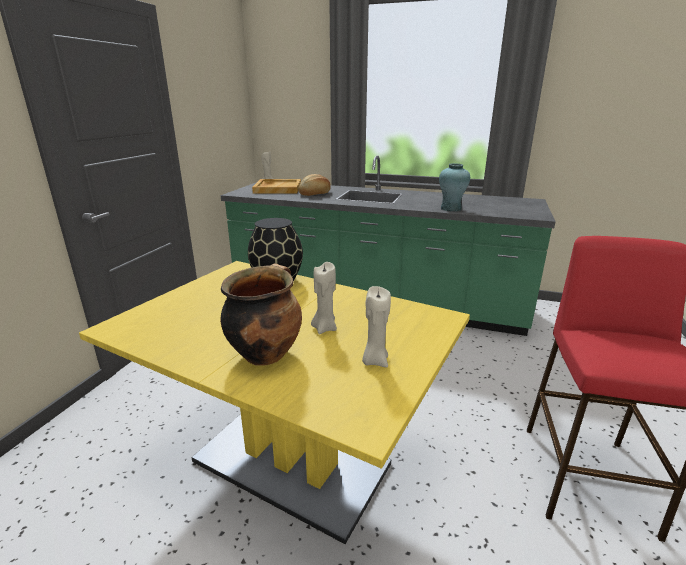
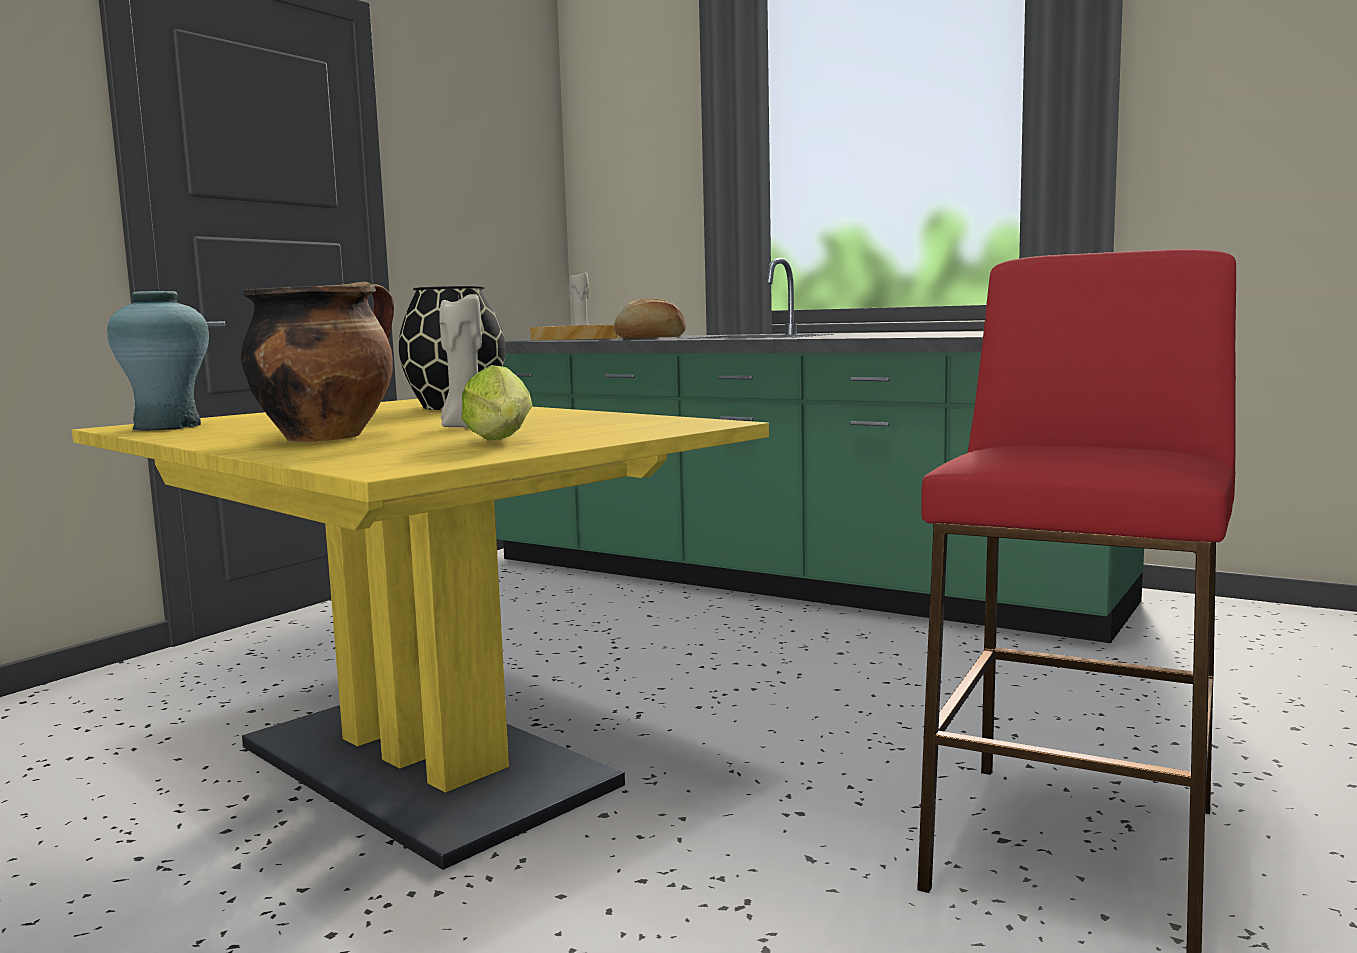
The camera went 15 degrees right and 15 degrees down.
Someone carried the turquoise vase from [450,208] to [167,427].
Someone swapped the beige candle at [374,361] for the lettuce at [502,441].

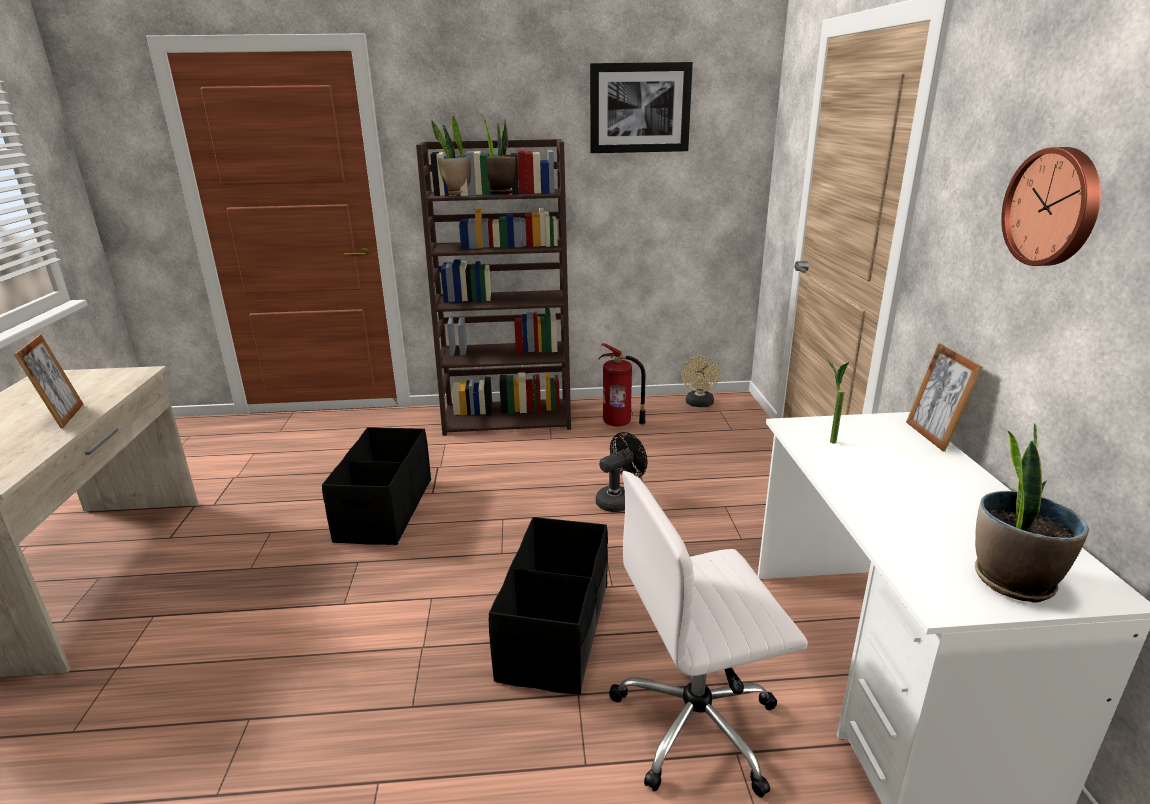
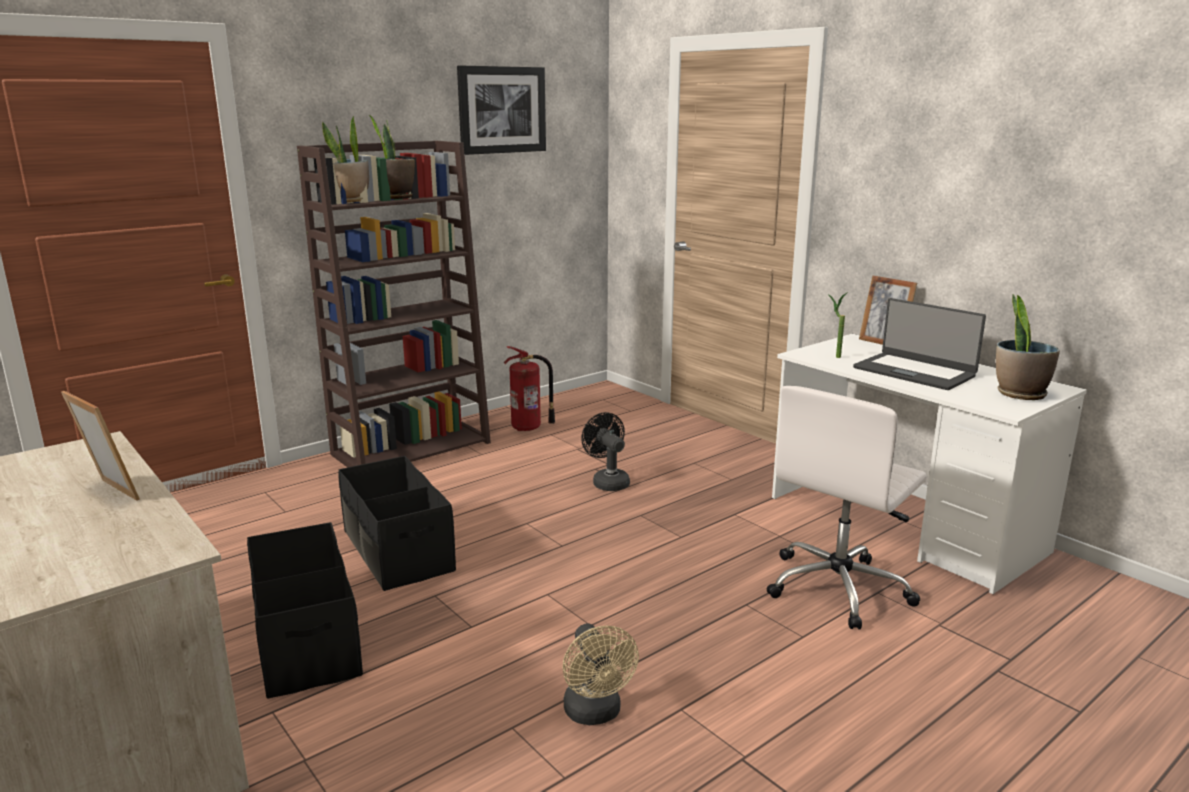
The camera went 35 degrees left and 5 degrees down.
Someone took away the wall clock at [1054,207].
Someone put down the laptop at [914,372].
Someone carried the black storage box from [556,631] to [308,640].
Someone carried the beige fan from [699,404] to [595,714].
Someone rotated the black fan at [619,500] by 45 degrees counterclockwise.

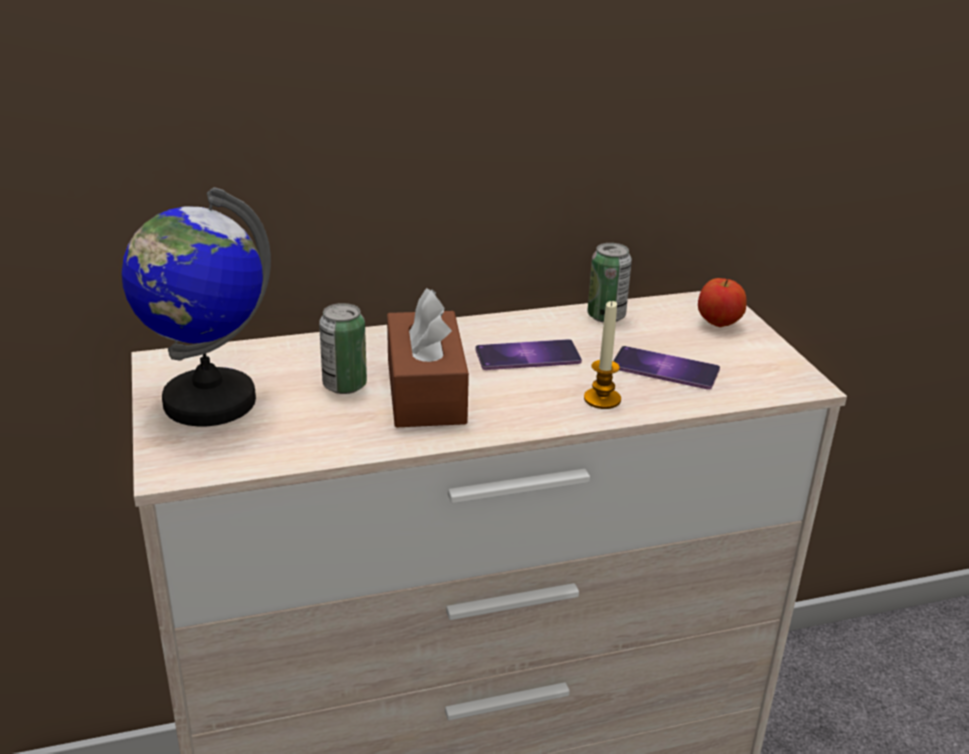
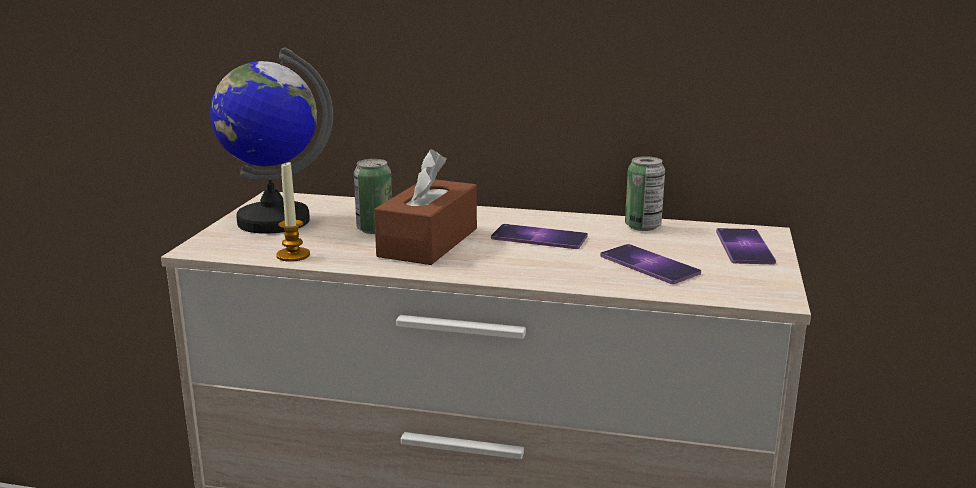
The camera went 30 degrees right and 10 degrees down.
Someone carried the candle from [602,399] to [293,255].
Someone swapped the apple at [718,323] for the phone at [744,247].

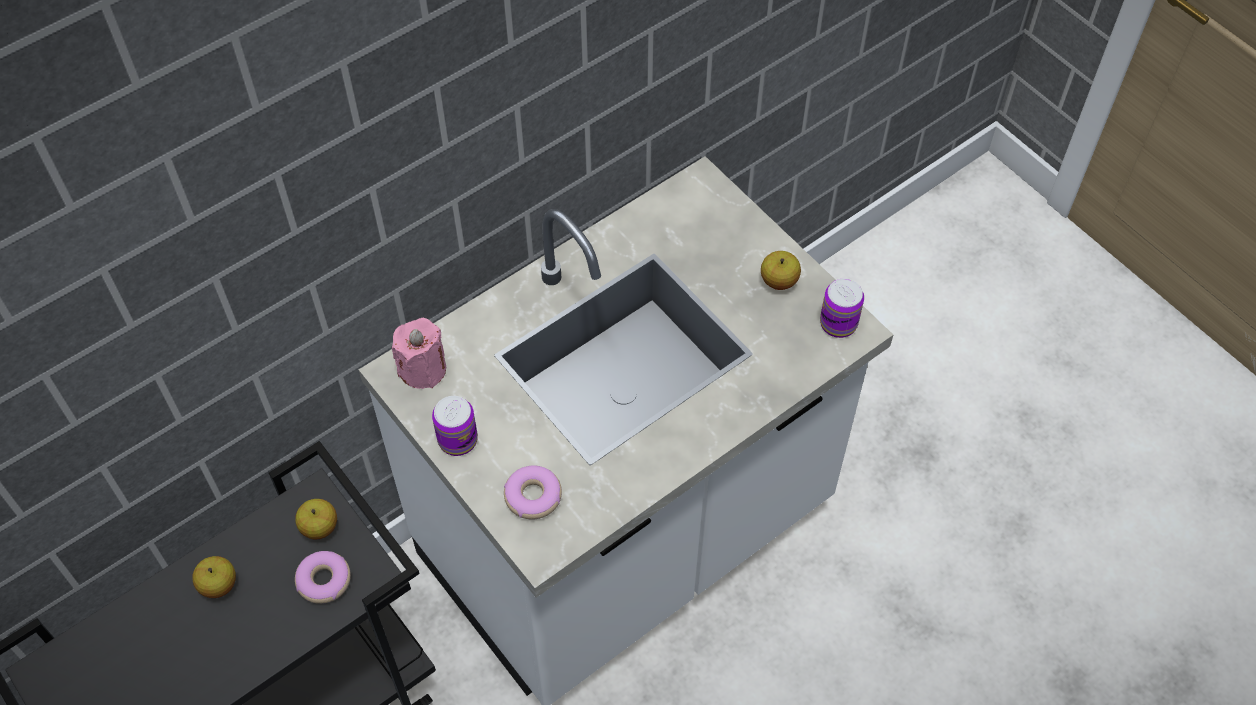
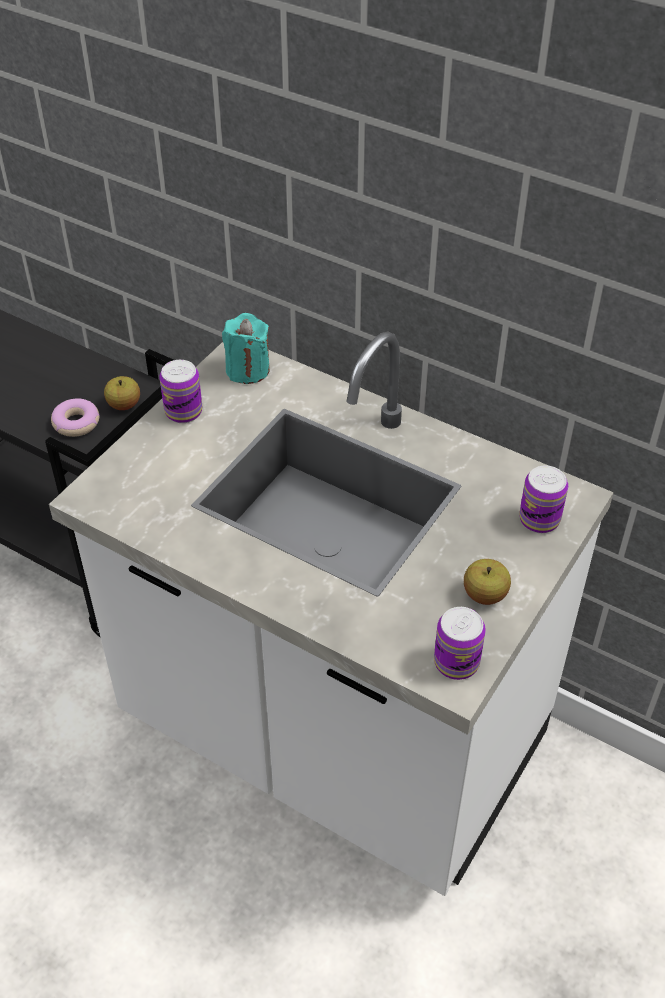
The camera went 70 degrees right and 10 degrees down.
Someone took away the apple at [218,585].
Someone took away the donut at [533,496].
Someone put down the can at [539,519].
Someone repainted the pink candle at [423,369], which became the turquoise candle at [247,370].

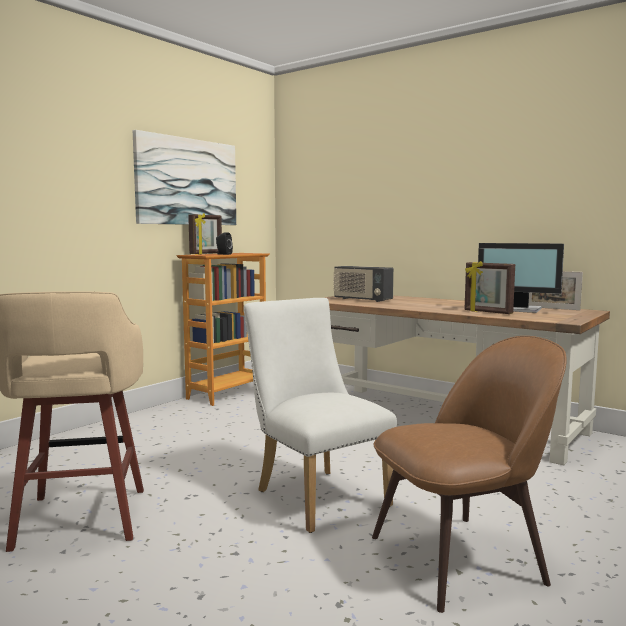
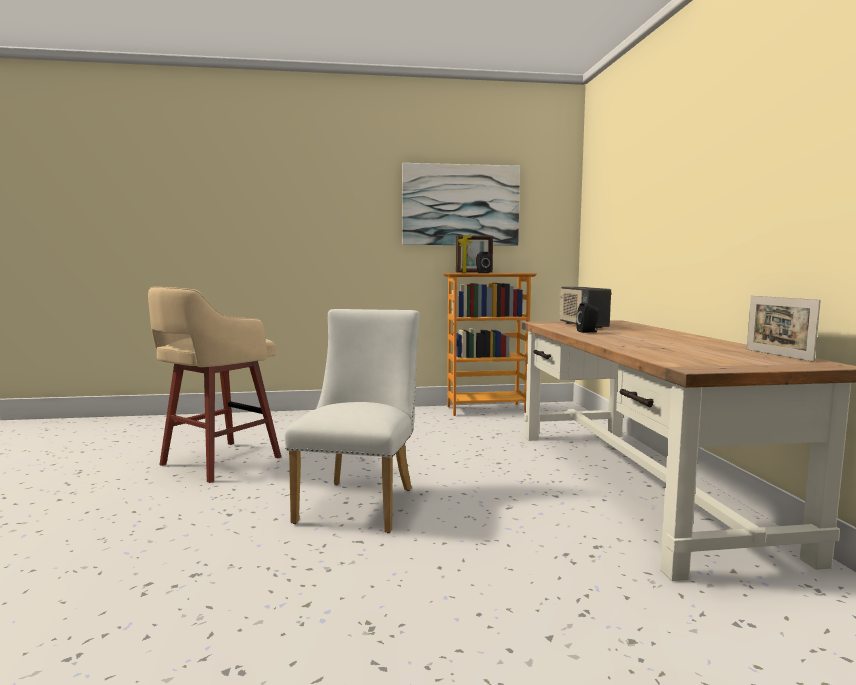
The camera went 45 degrees right and 0 degrees up.
Someone took away the brown chair at [462,557].
Someone took away the picture frame at [487,312].
Someone took away the monitor at [520,309].
Someone put down the black speaker at [588,332].

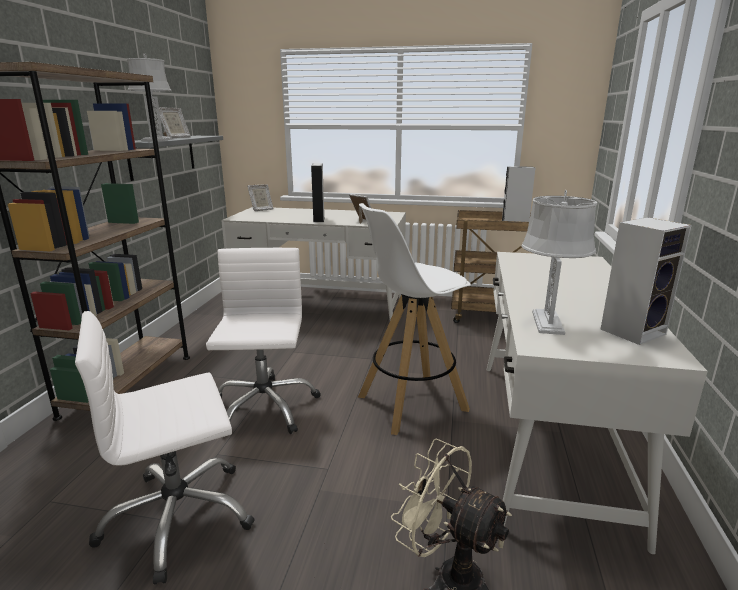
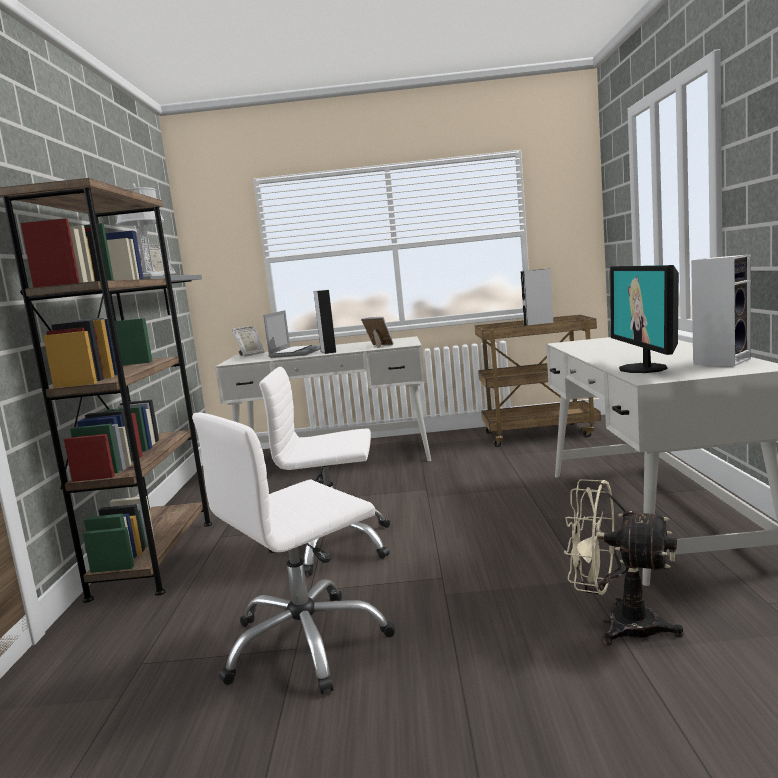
The camera went 10 degrees left and 10 degrees down.
Someone took away the white stool at [410,403].
Someone put down the laptop at [296,353].
Someone swapped the grey table lamp at [548,323] for the monitor at [644,368].
Someone rotated the white office chair at [264,407] by 75 degrees counterclockwise.

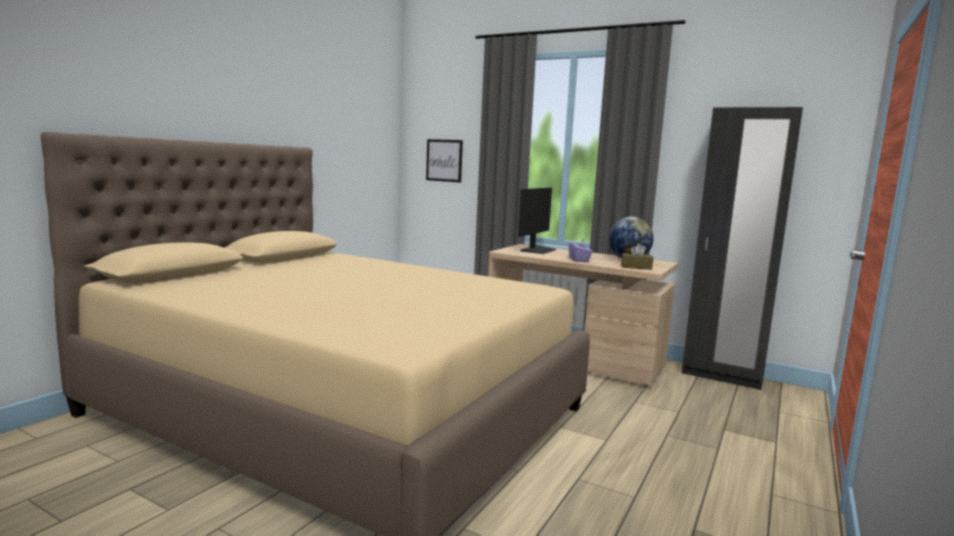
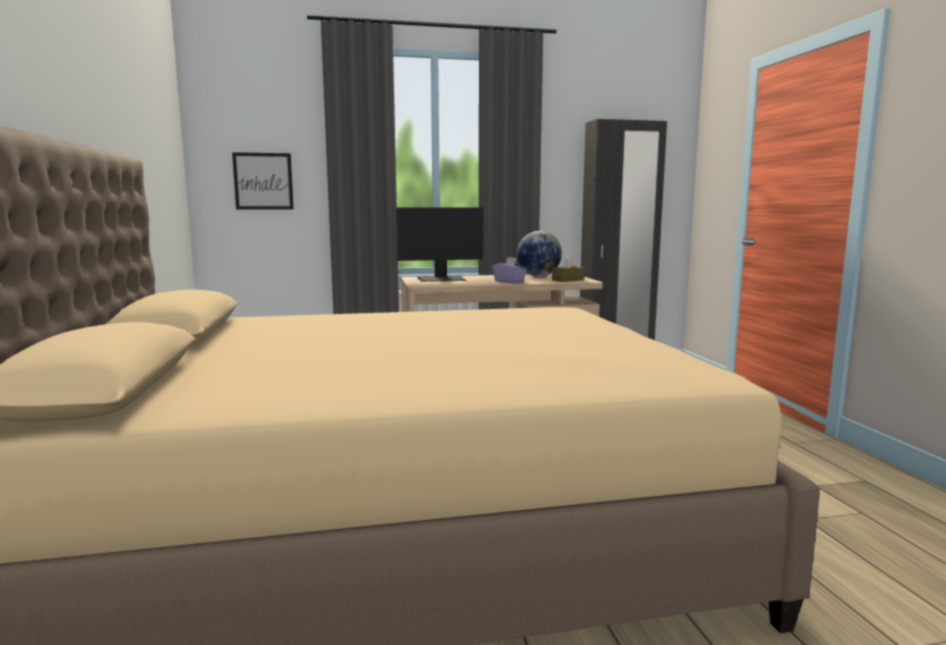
The camera went 40 degrees left and 0 degrees up.
Someone rotated the monitor at [538,250] by 90 degrees clockwise.

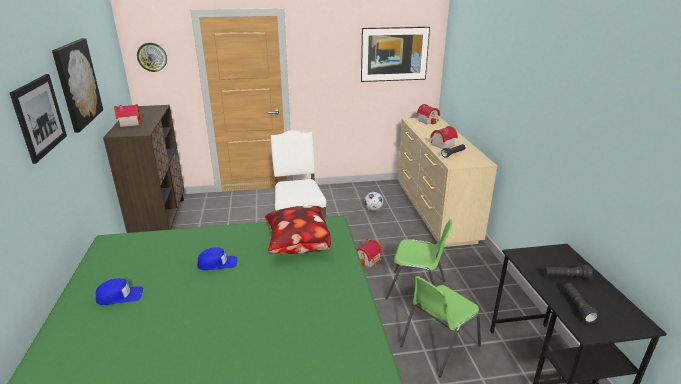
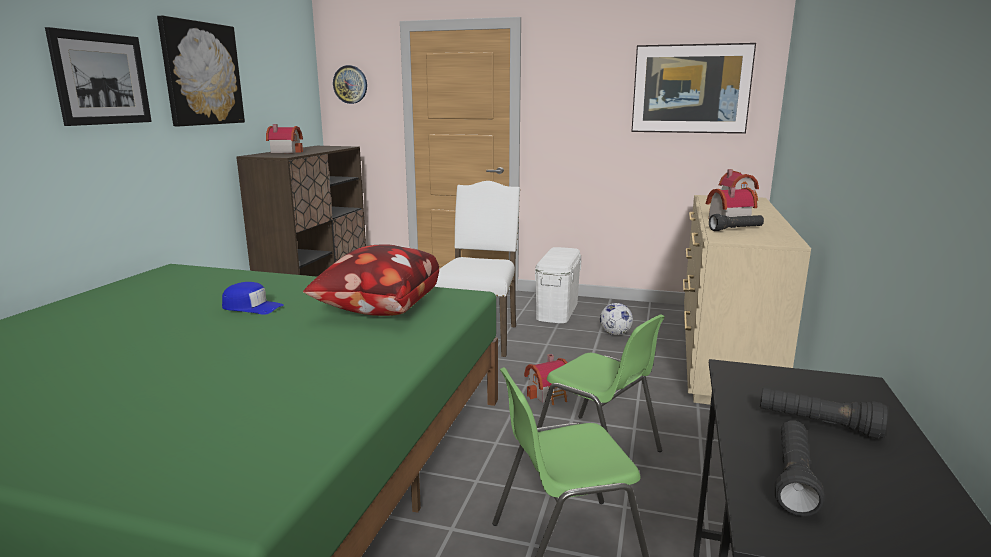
The camera went 25 degrees right and 10 degrees down.
Someone took away the blue cap at [120,296].
Someone put down the white storage box at [557,310].

